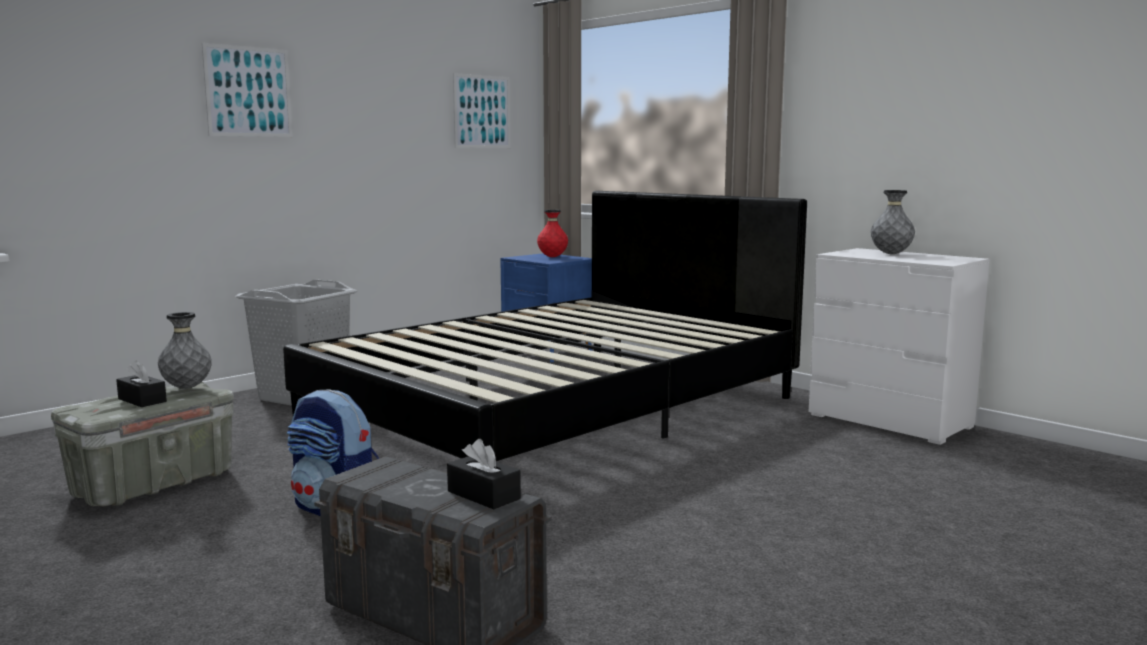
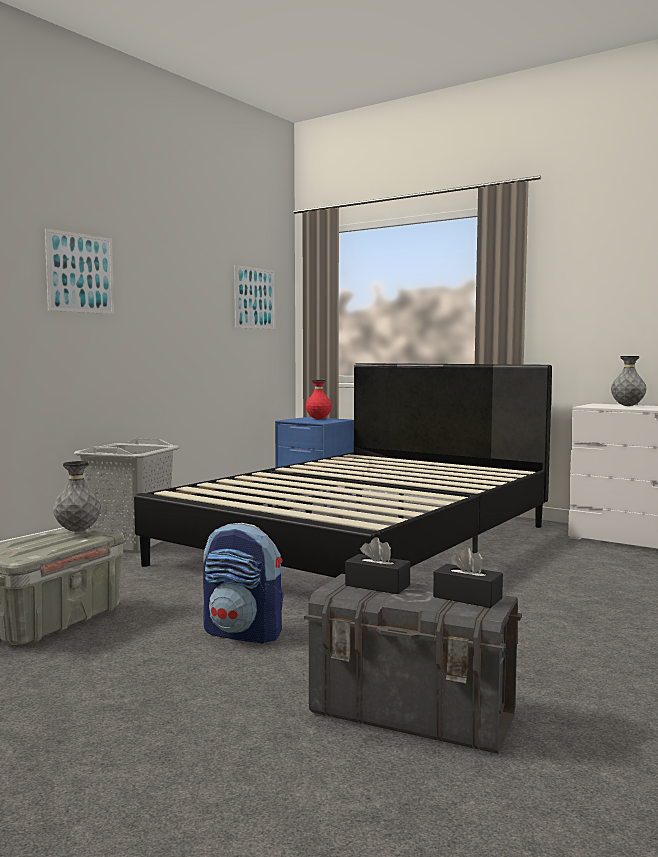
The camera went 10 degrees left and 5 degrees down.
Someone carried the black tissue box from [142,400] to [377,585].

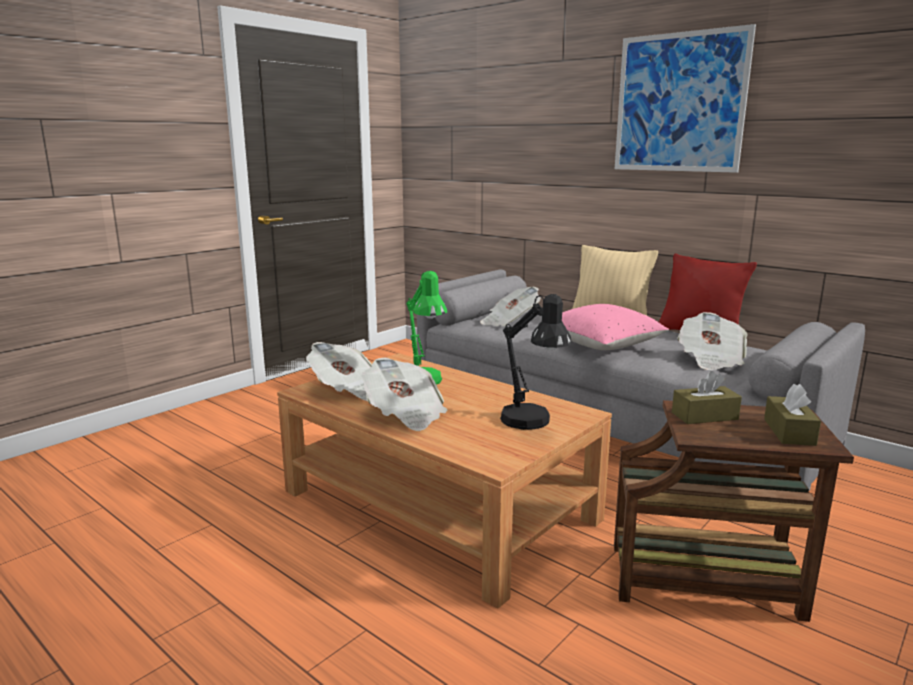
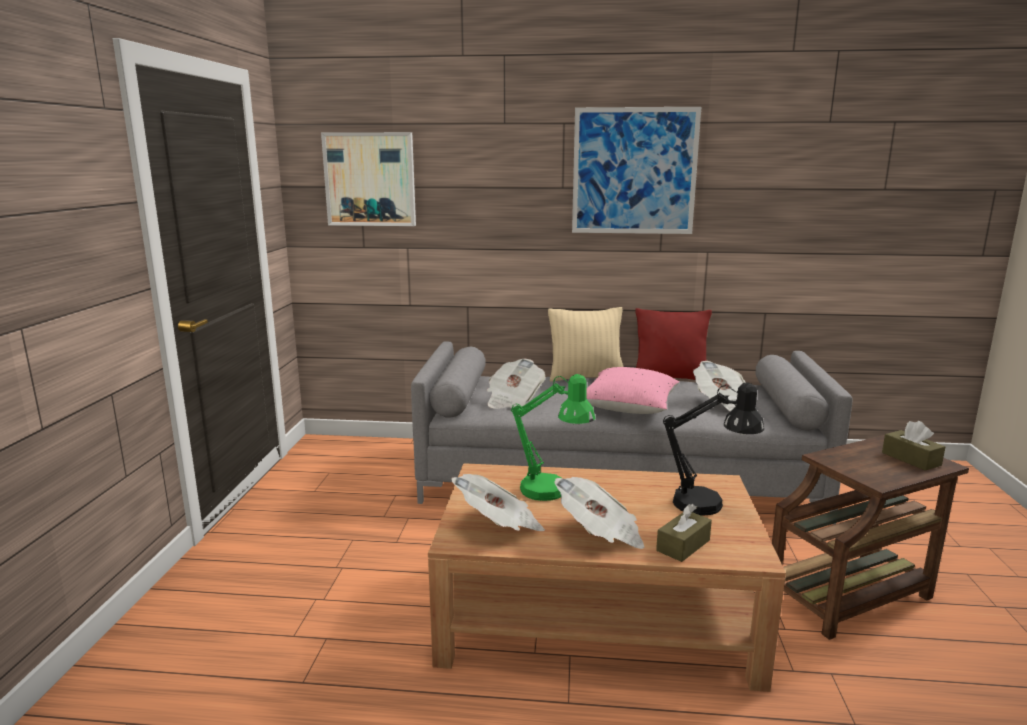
The camera went 35 degrees left and 0 degrees up.
Someone put up the picture at [370,179].
Someone carried the brown tissue box from [704,416] to [683,545].

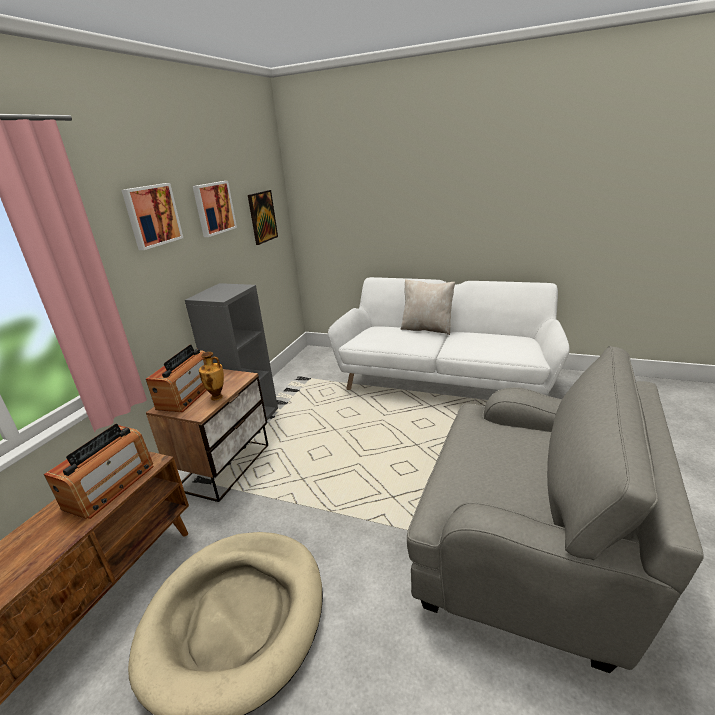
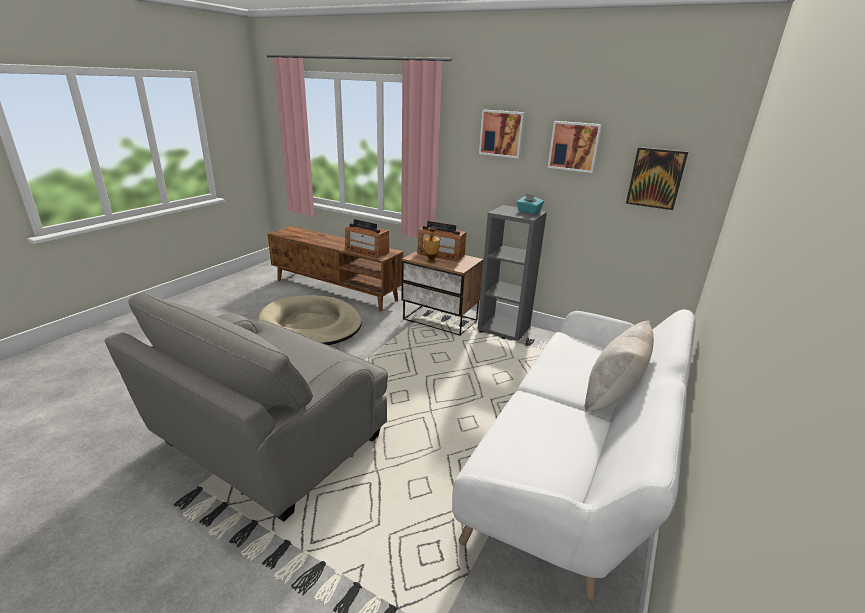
The camera went 95 degrees right and 0 degrees up.
Someone put down the turquoise tissue box at [528,212].

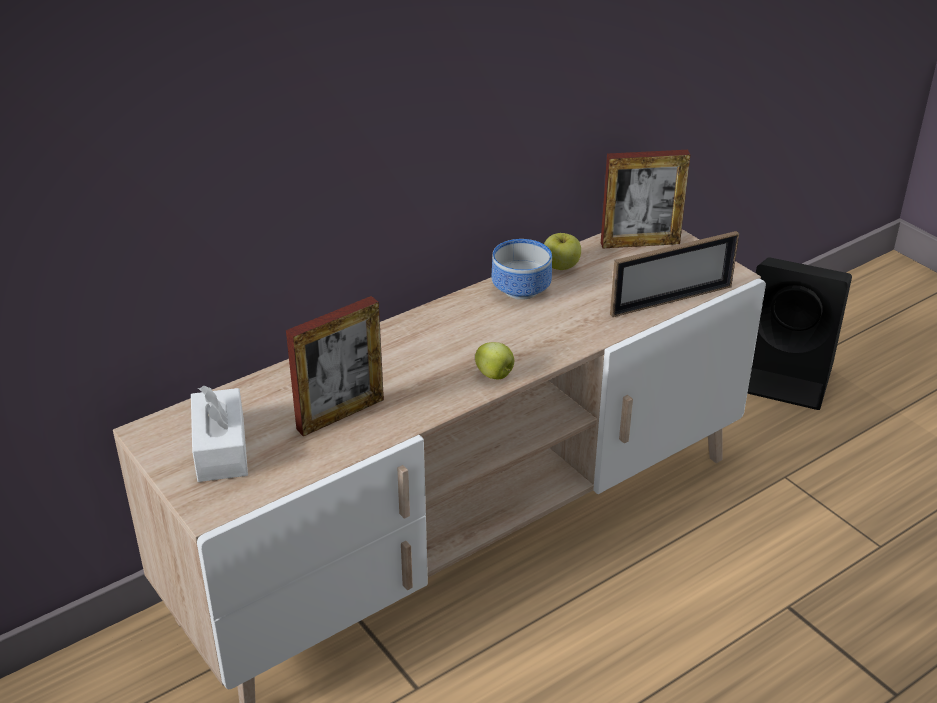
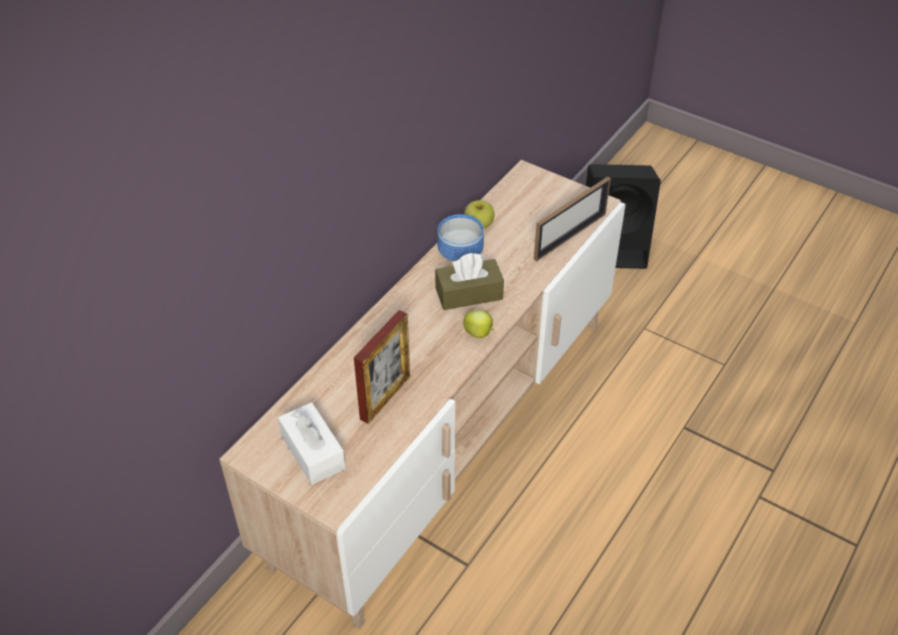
The camera went 20 degrees left and 10 degrees up.
Someone took away the picture frame at [640,243].
Someone put down the brown tissue box at [469,293].

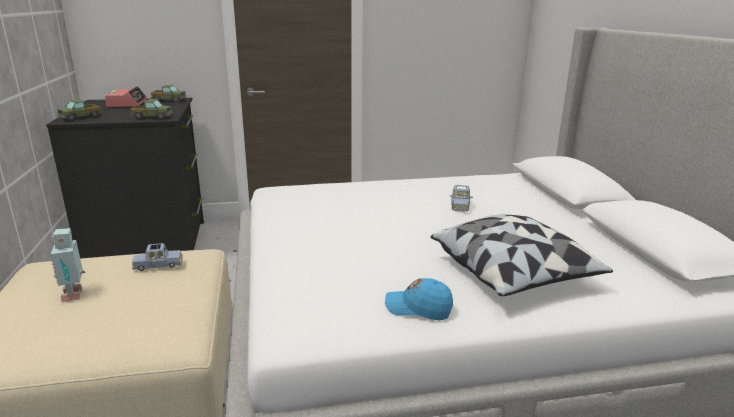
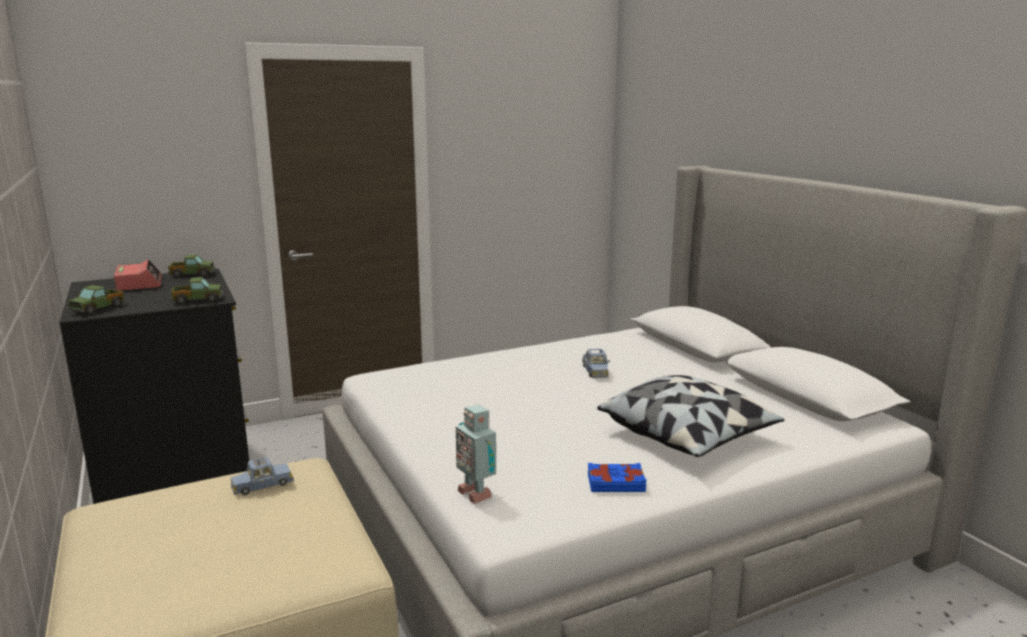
The camera went 15 degrees left and 5 degrees down.
Someone carried the toy robot from [75,294] to [476,493].
Someone swapped the blue cap at [418,308] for the blue book at [615,482].

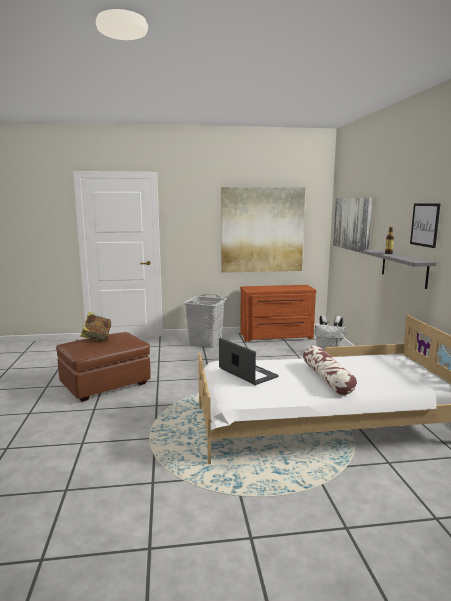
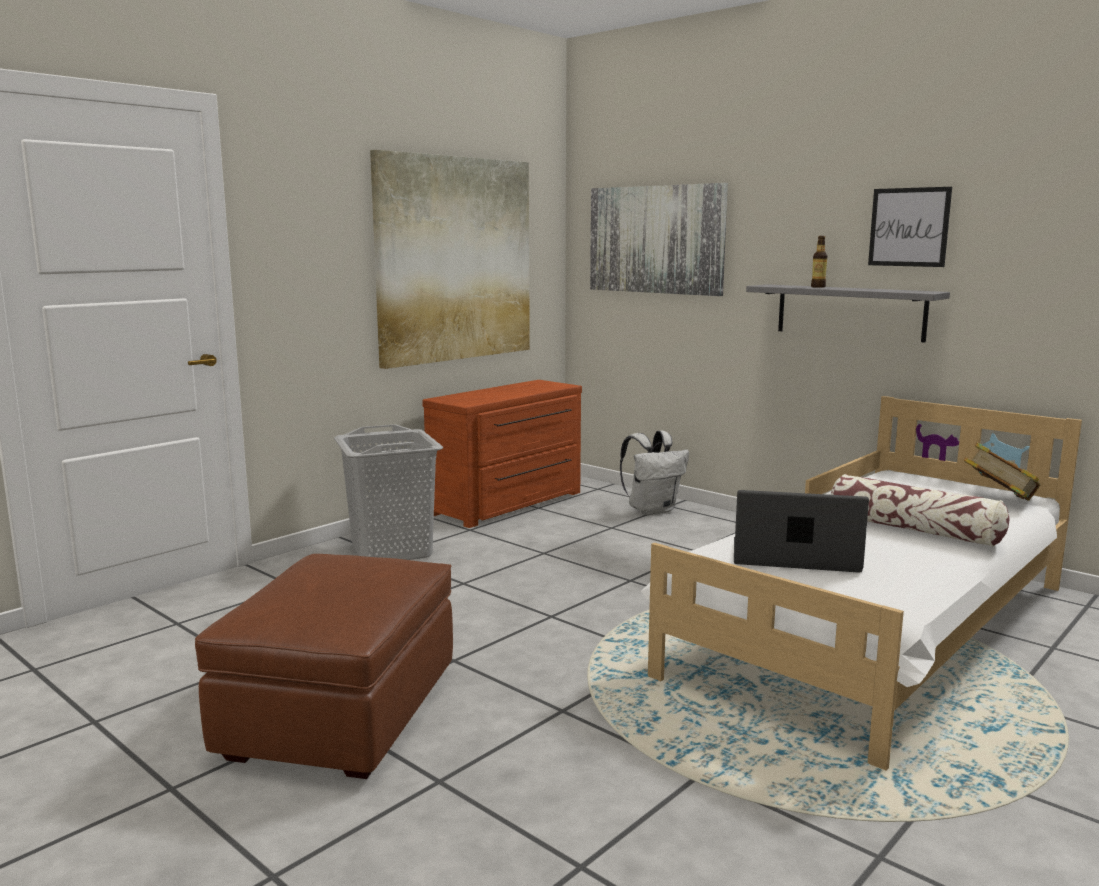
The camera went 40 degrees left and 0 degrees up.
Someone carried the book from [97,339] to [999,500].

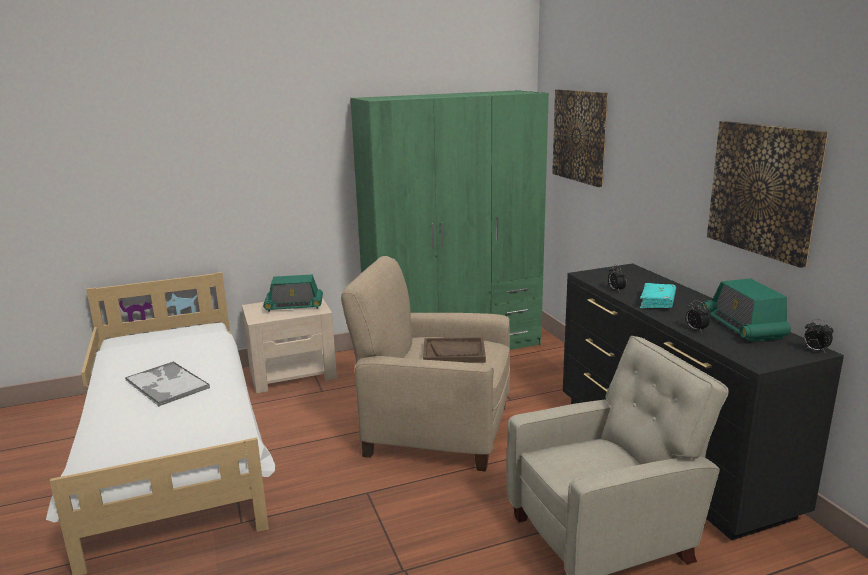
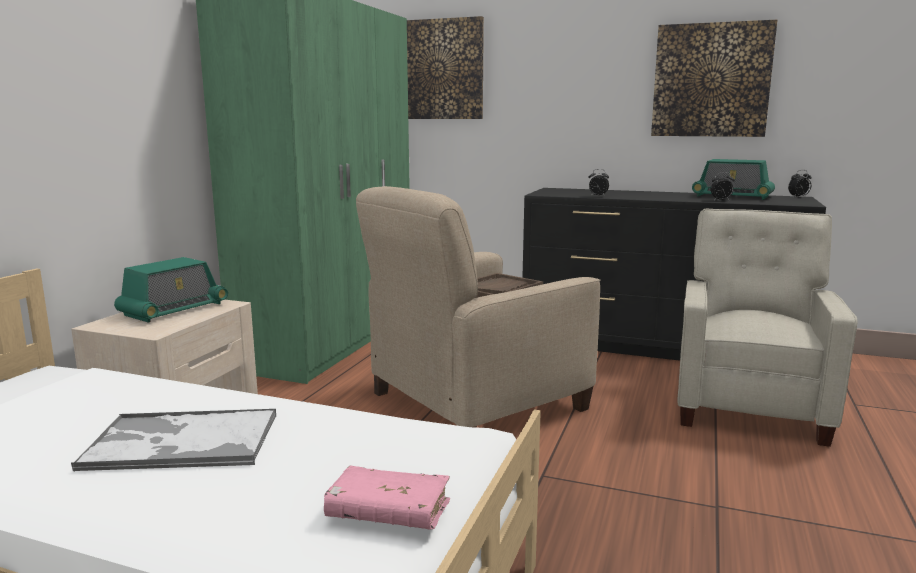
The camera went 50 degrees left and 5 degrees down.
Someone took away the turquoise book at [657,302].
Someone put down the pink book at [388,513].

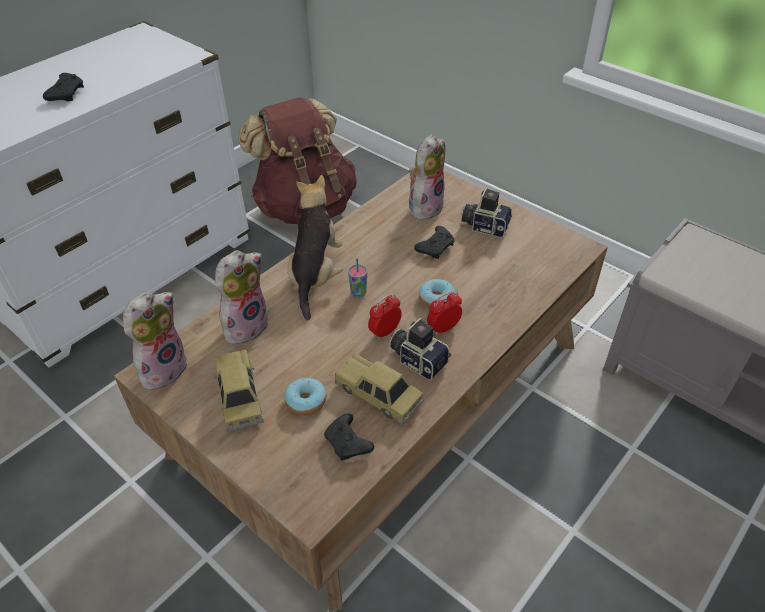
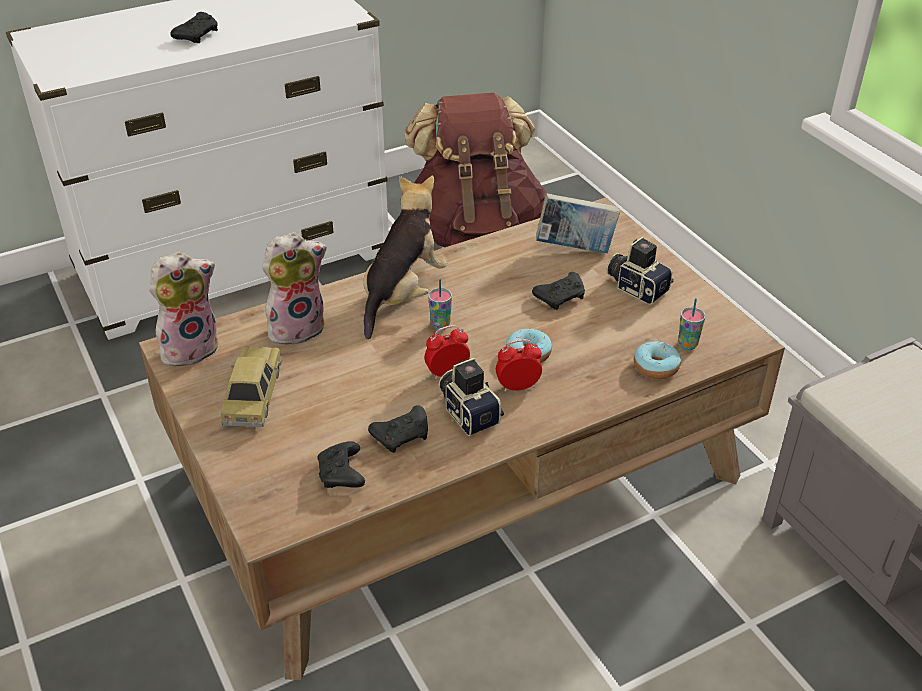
The camera went 20 degrees right and 5 degrees down.
Someone put down the cup at [687,345].
Someone carried the donut from [306,401] to [656,367].
Someone swapped the toy car at [378,395] for the black game controller at [403,435].
Someone swapped the plush toy at [425,206] for the book at [575,248].

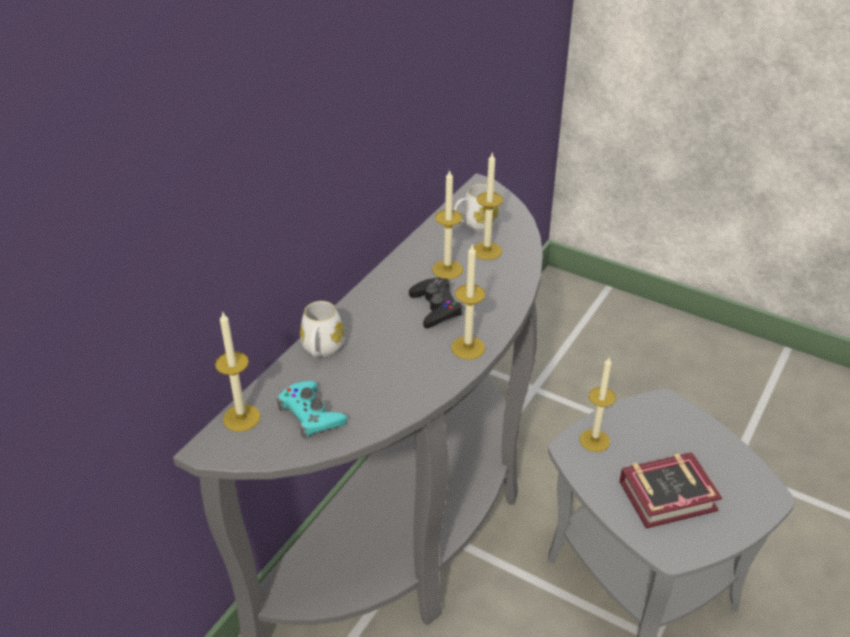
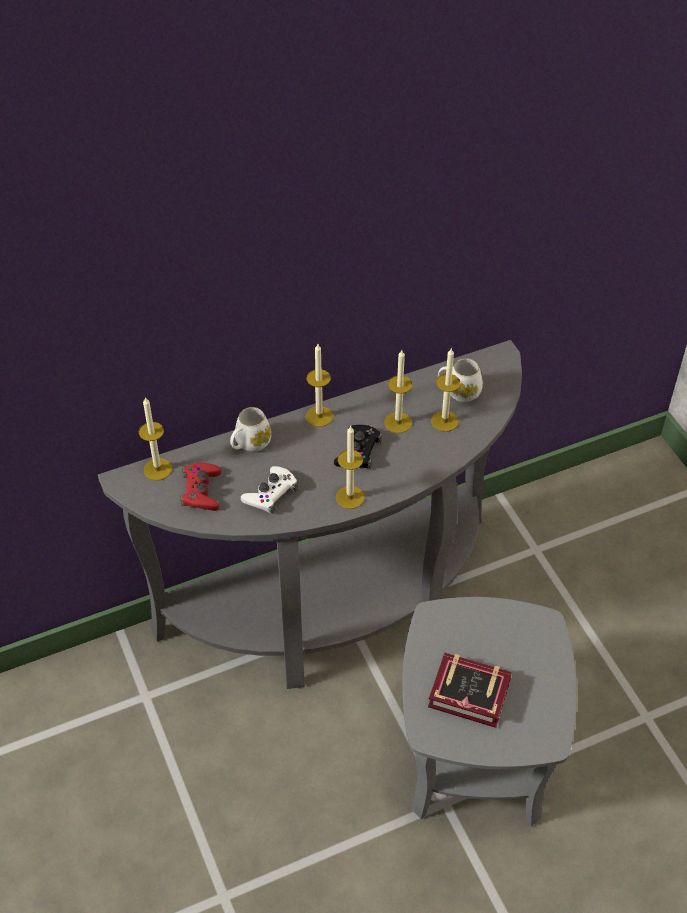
The camera went 35 degrees right and 10 degrees up.
Someone put down the white game controller at [271,494].
Someone carried the candle from [594,440] to [319,416].
Someone repainted the turquoise game controller at [311,415], which became the red game controller at [201,491].

